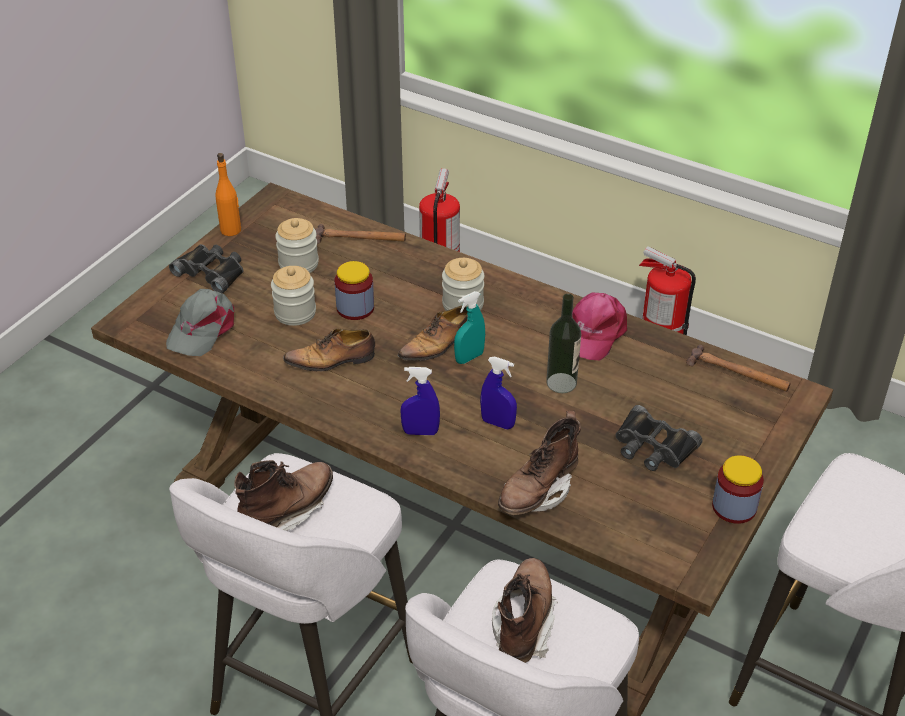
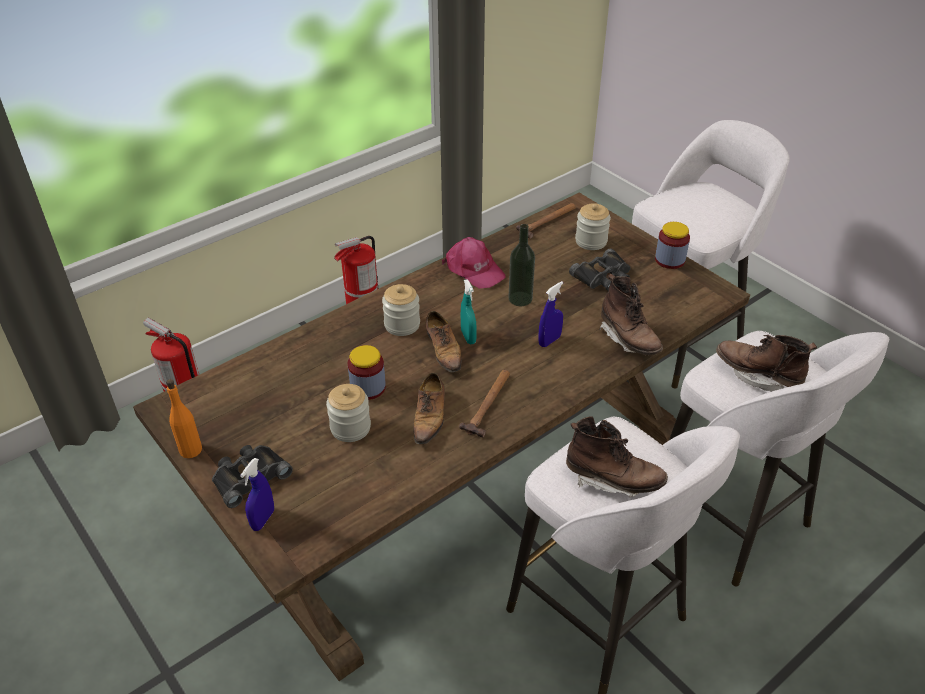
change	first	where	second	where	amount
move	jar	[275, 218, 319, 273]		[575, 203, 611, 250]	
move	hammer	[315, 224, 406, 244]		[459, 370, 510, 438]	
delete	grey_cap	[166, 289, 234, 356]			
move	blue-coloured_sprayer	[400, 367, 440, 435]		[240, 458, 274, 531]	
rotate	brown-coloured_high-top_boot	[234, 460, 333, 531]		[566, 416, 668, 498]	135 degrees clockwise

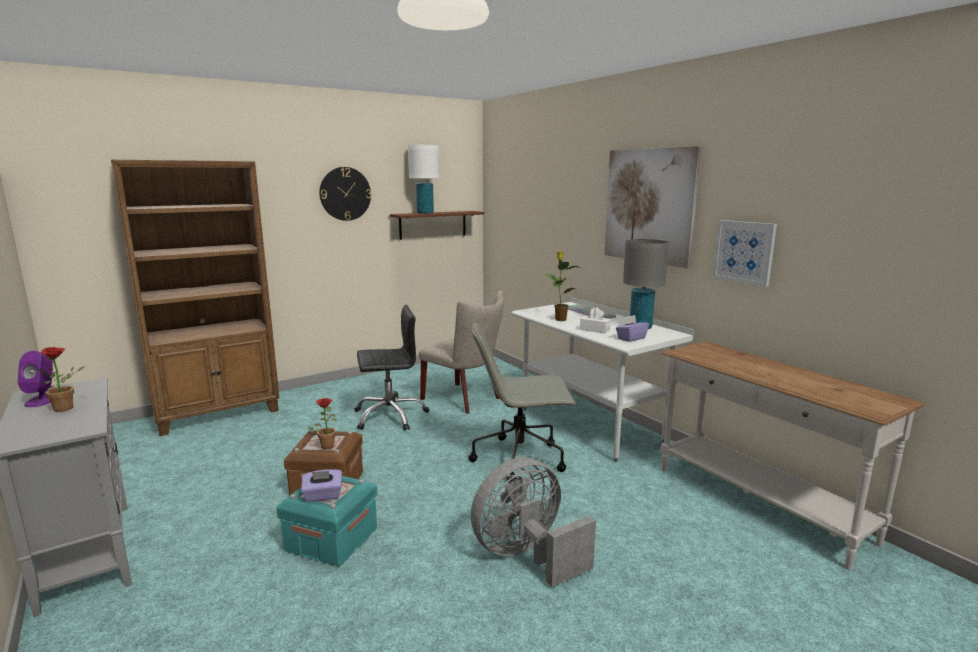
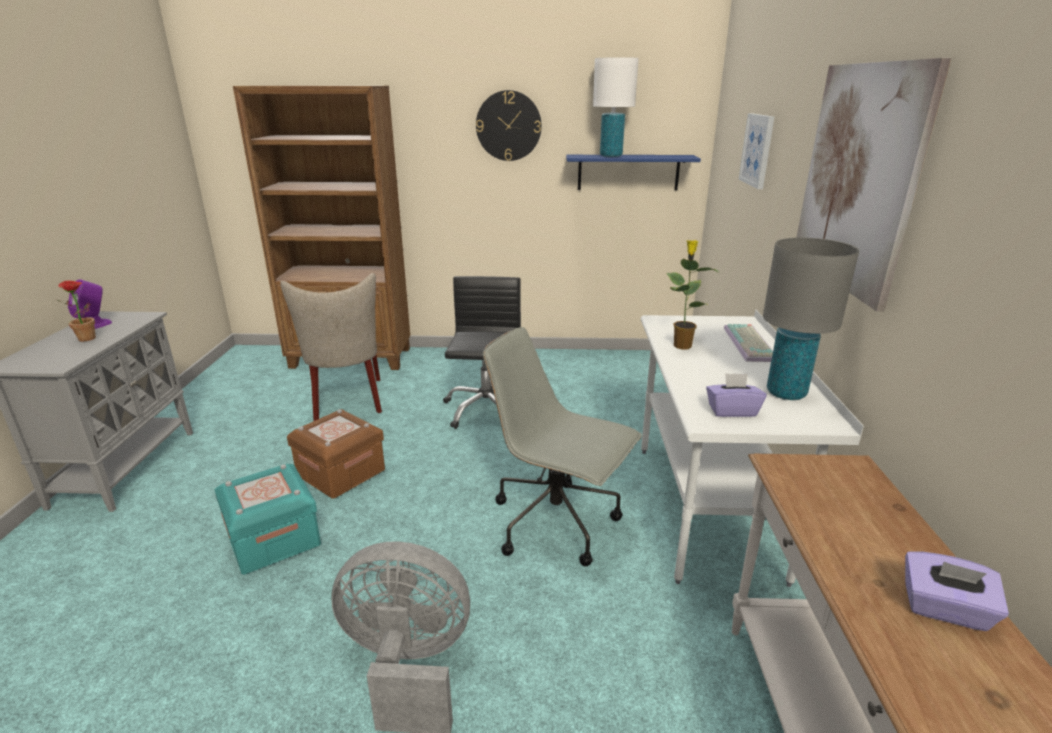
change	first	where	second	where	amount
recolor	brown-coloured_bracket_shelf	[390, 211, 484, 240]	blue-coloured_bracket_shelf	[566, 155, 701, 190]	
move	wall_art	[713, 220, 777, 287]		[739, 114, 774, 189]	
move	beige-coloured_plain_chair	[419, 290, 504, 414]		[280, 273, 382, 421]	
rotate	black-coloured_office_chair	[354, 305, 429, 430]		[443, 276, 521, 429]	105 degrees counterclockwise
delete	white_tissue_holder	[580, 307, 611, 333]			
delete	houseplant	[308, 398, 336, 449]			
move	purple_tissue_holder	[301, 469, 342, 502]		[905, 551, 1009, 631]	

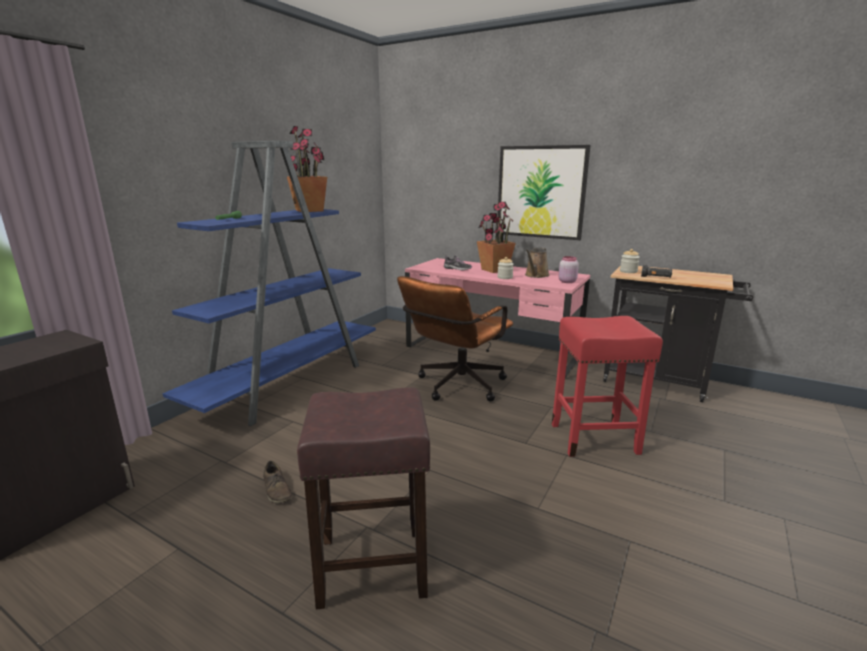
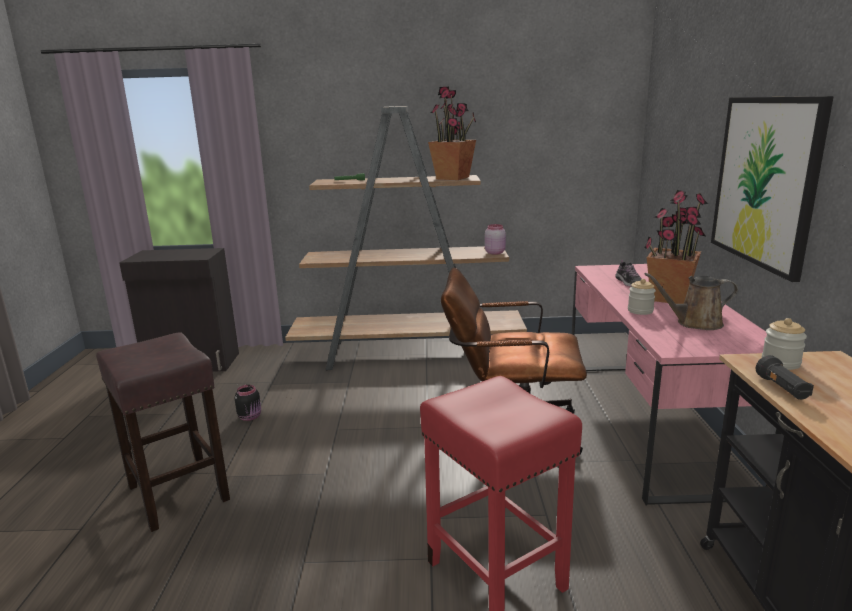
change	first	where	second	where	amount
recolor	blue-coloured_bookshelf	[163, 141, 376, 426]	brown-coloured_bookshelf	[285, 106, 527, 370]	
move	pink_jar	[558, 256, 579, 283]		[485, 224, 506, 255]	
replace	brown-coloured_item_of_footwear	[263, 461, 292, 503]	black-coloured_jar	[235, 385, 261, 421]	

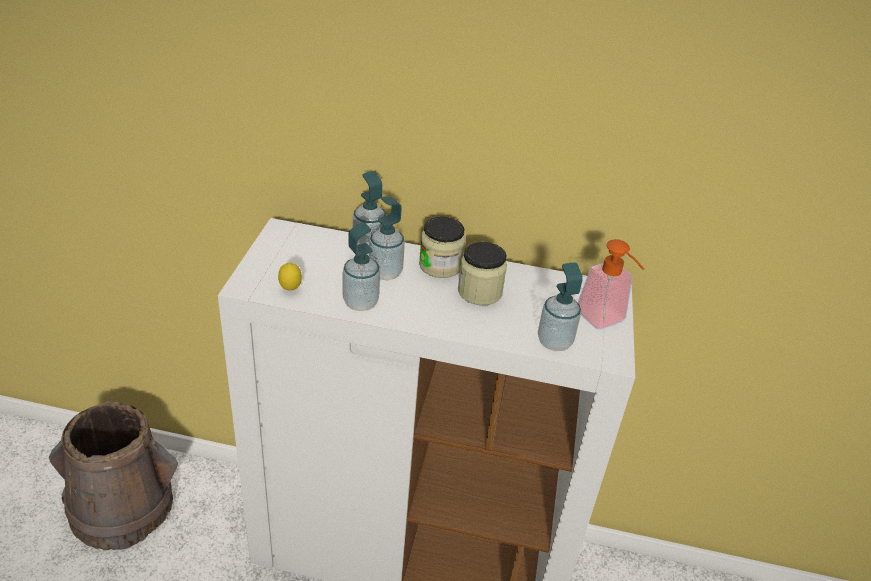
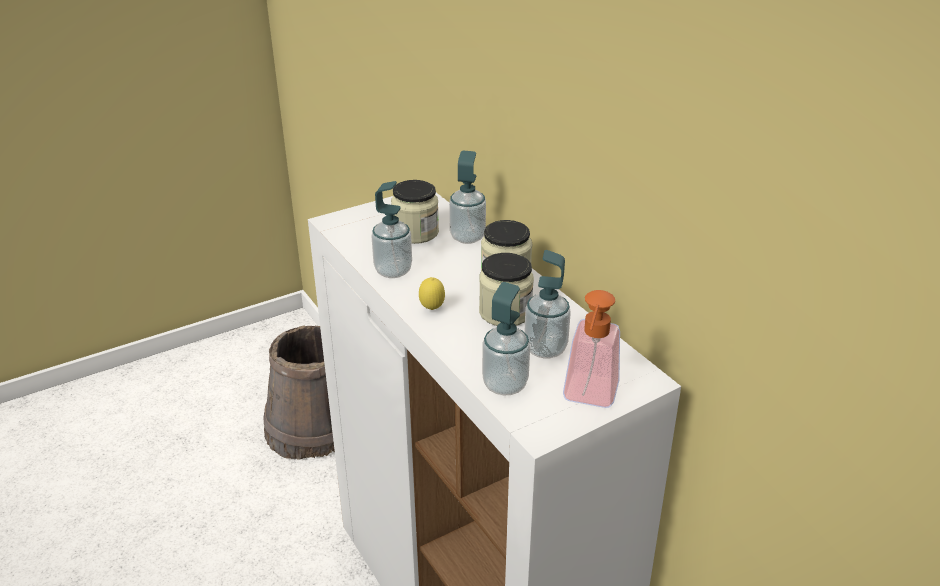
change	first	where	second	where	amount
move	liquid_soap_bottle	[369, 197, 405, 280]		[524, 250, 571, 358]	
move	citrus_fruit	[278, 263, 302, 291]		[419, 277, 445, 310]	
insert			jar	[391, 180, 439, 244]	

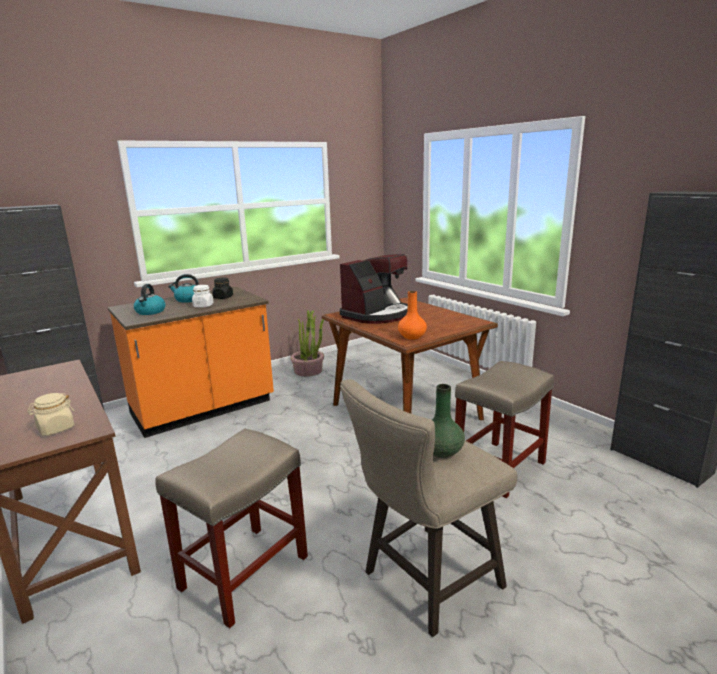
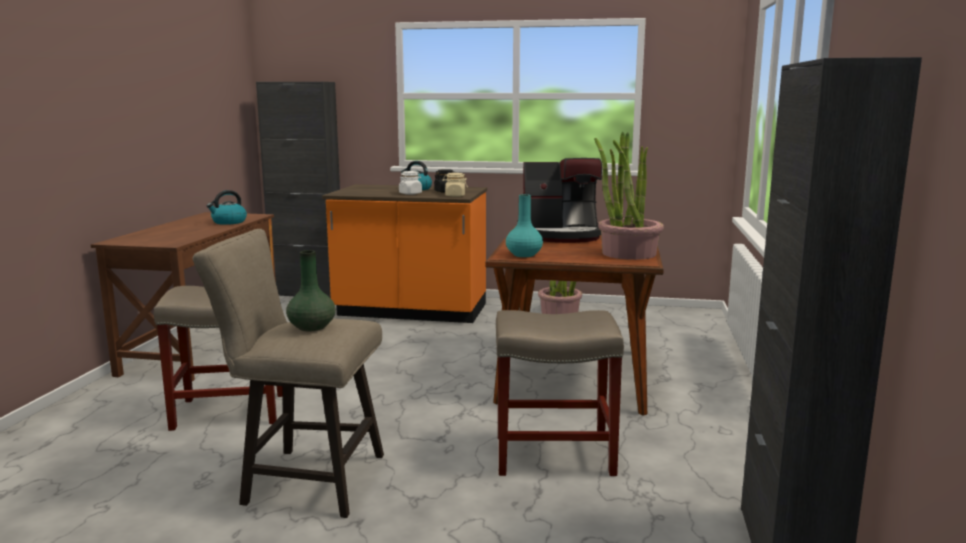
change	first	where	second	where	amount
move	water_kettle	[134, 284, 166, 315]		[207, 190, 247, 225]	
recolor	orange-coloured_decorative_vase	[398, 291, 427, 340]	turquoise-coloured_decorative_vase	[506, 194, 543, 257]	
move	beige-coloured_jar	[27, 393, 75, 436]		[442, 173, 468, 197]	
insert			houseplant	[594, 132, 664, 260]	

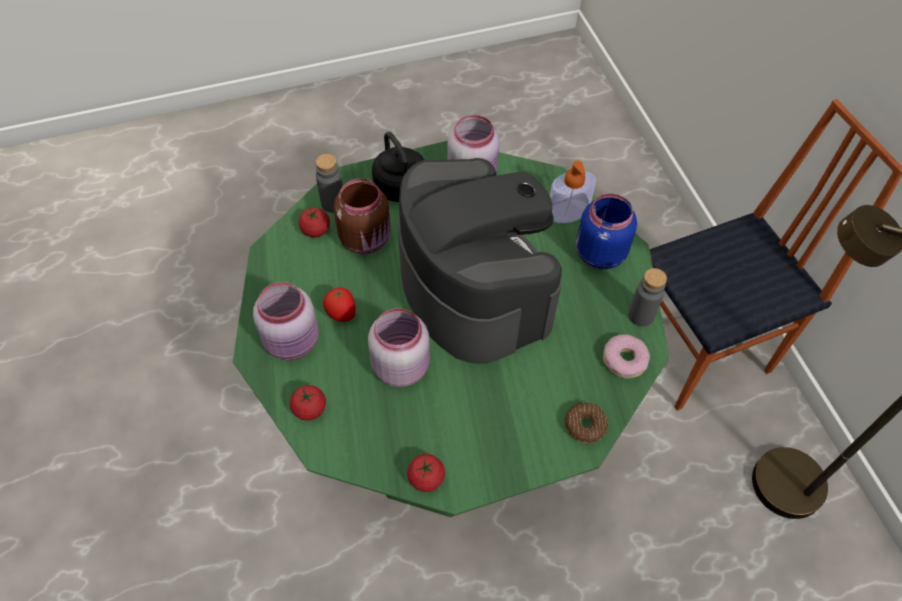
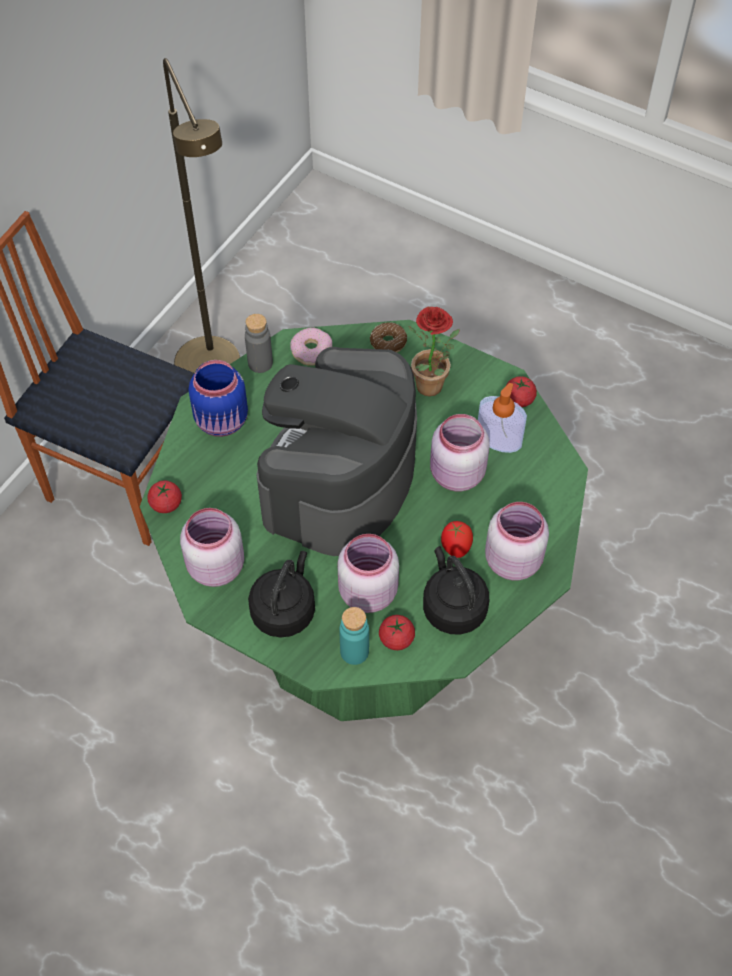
change	first	where	second	where	amount
recolor	grey_drink_bottle	[316, 154, 343, 213]	turquoise-coloured_drink_bottle	[339, 607, 369, 665]	
move	liquid_soap_bottle	[550, 160, 596, 223]		[478, 383, 527, 453]	
recolor	brown-coloured_jar	[334, 178, 391, 254]	pink_jar	[337, 534, 399, 613]	
move	whole_tomato	[290, 385, 326, 421]		[147, 481, 182, 513]	
insert			houseplant	[408, 306, 460, 396]	
insert			black-coloured_water_kettle	[423, 546, 489, 634]	

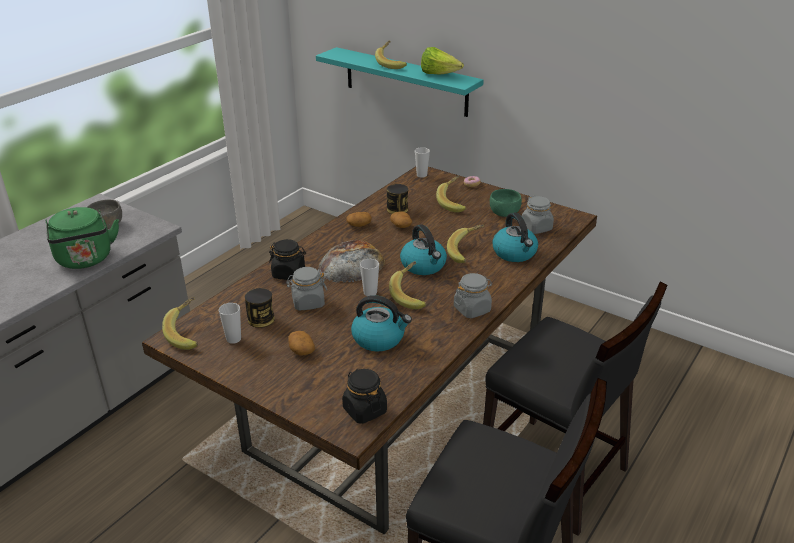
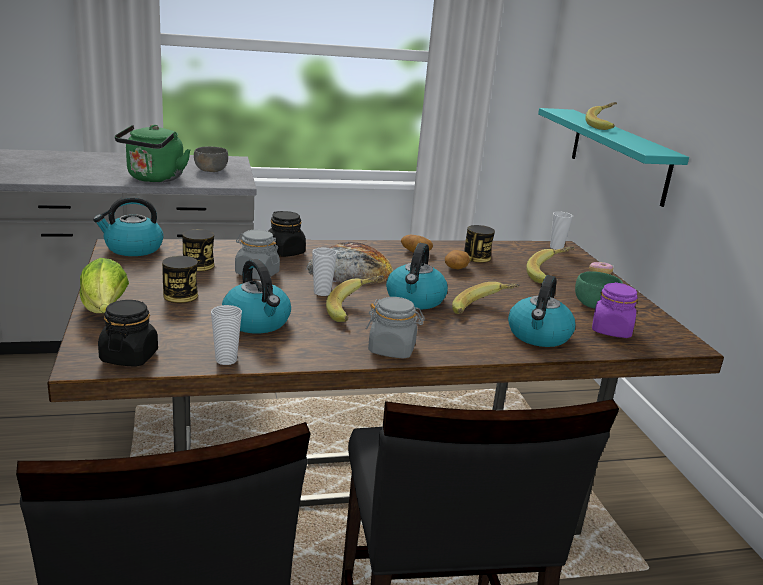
change	first	where	second	where	amount
move	lettuce_head	[421, 47, 464, 75]		[79, 258, 129, 313]	
recolor	grey_jar	[522, 196, 554, 234]	purple_jar	[592, 282, 638, 338]	
replace	banana_fruit	[162, 297, 198, 350]	water_kettle	[93, 196, 163, 256]	
move	cup	[219, 303, 241, 344]		[211, 305, 242, 365]	
replace	whole_potato	[288, 331, 315, 356]	metal_can	[162, 256, 198, 303]	

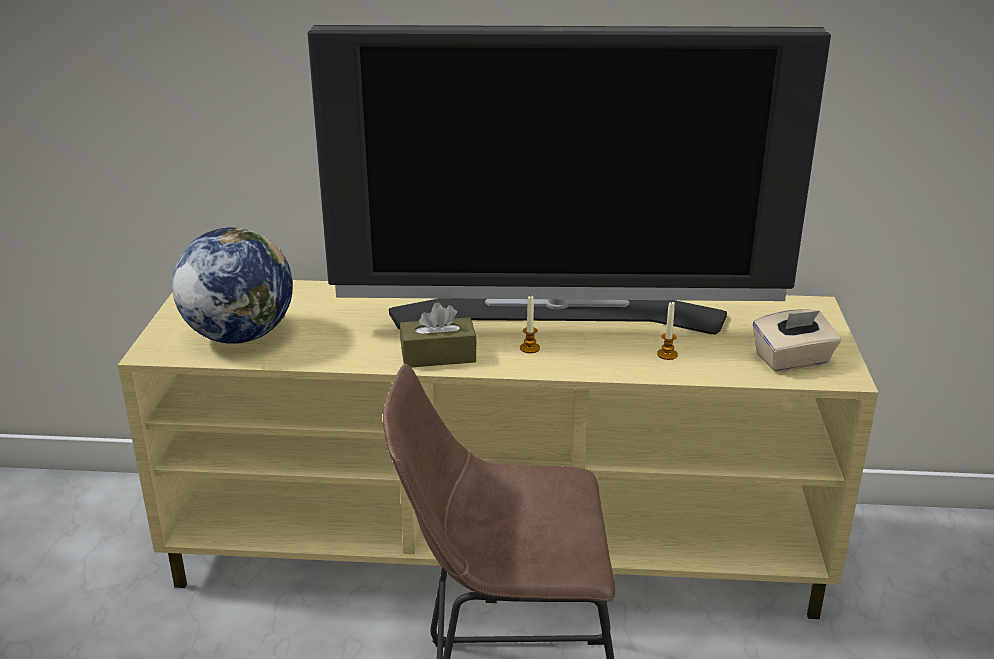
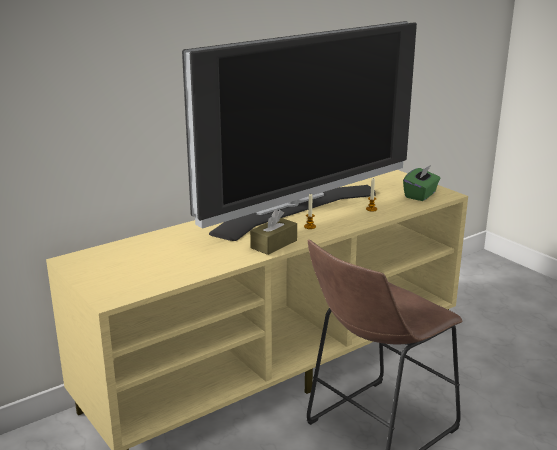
change	first	where	second	where	amount
delete	globe	[172, 227, 293, 344]			
recolor	beige-coloured_tissue_holder	[753, 309, 841, 372]	green-coloured_tissue_holder	[403, 165, 441, 201]	

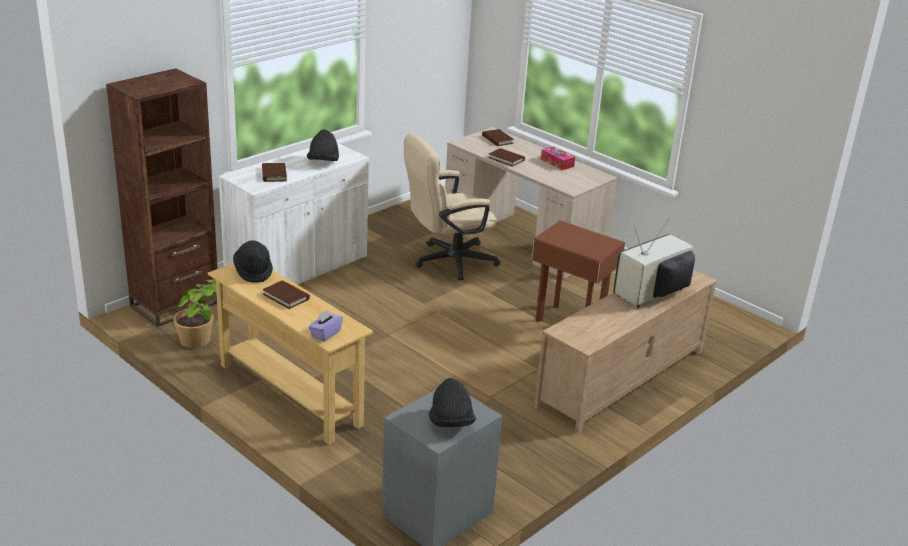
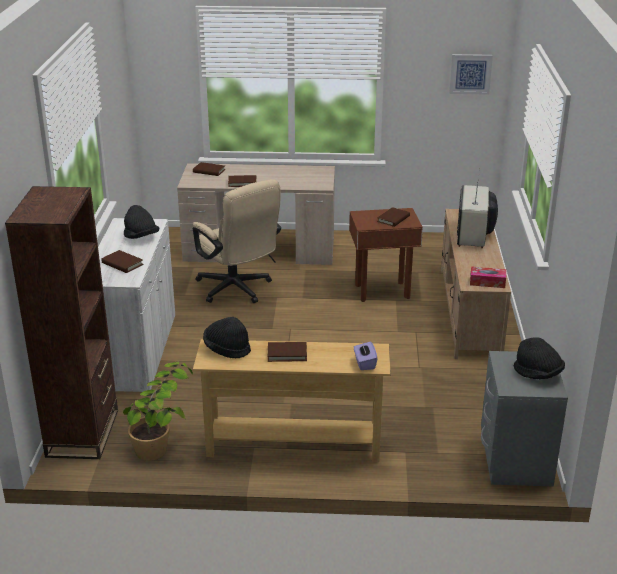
change	first	where	second	where	amount
rotate	beige-coloured_office_chair	[404, 133, 500, 280]		[193, 179, 281, 303]	60 degrees counterclockwise
move	tissue_holder	[541, 146, 575, 170]		[470, 266, 506, 288]	
insert			wall_art	[449, 54, 493, 95]	
insert			brown-coloured_bound_book	[377, 207, 410, 227]	

